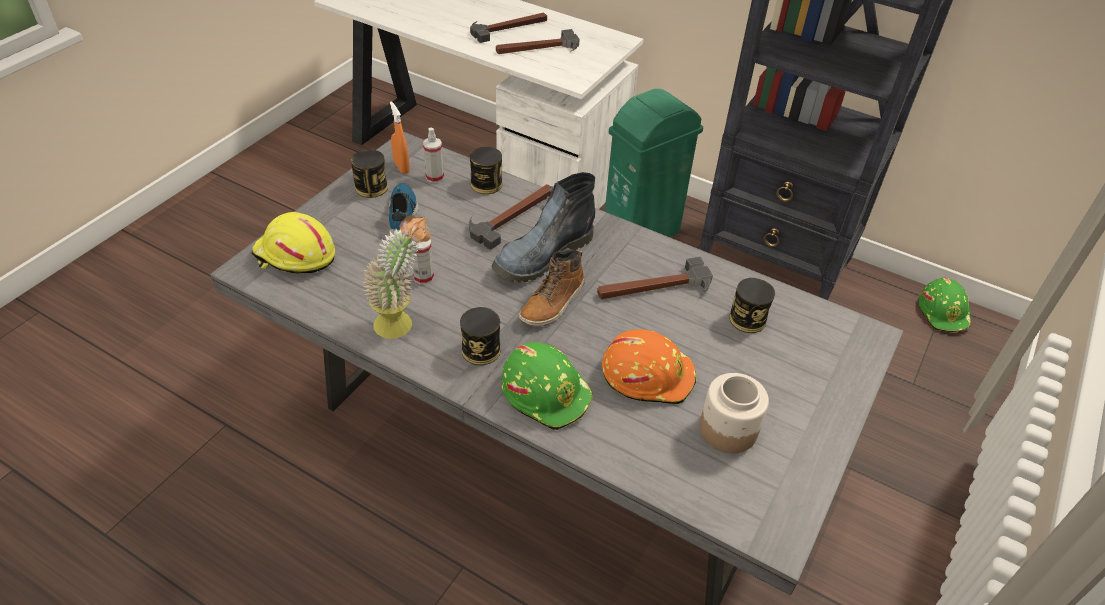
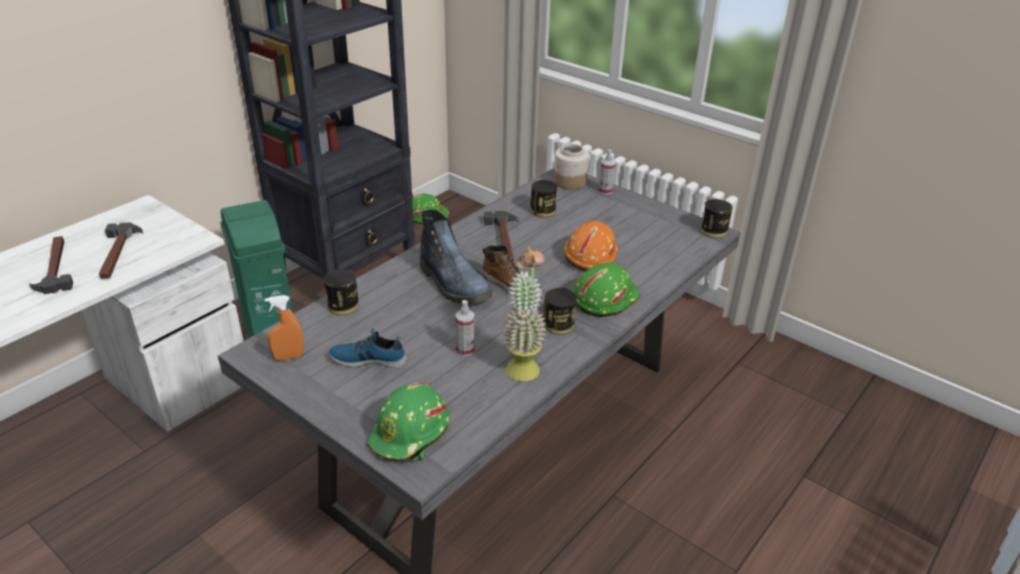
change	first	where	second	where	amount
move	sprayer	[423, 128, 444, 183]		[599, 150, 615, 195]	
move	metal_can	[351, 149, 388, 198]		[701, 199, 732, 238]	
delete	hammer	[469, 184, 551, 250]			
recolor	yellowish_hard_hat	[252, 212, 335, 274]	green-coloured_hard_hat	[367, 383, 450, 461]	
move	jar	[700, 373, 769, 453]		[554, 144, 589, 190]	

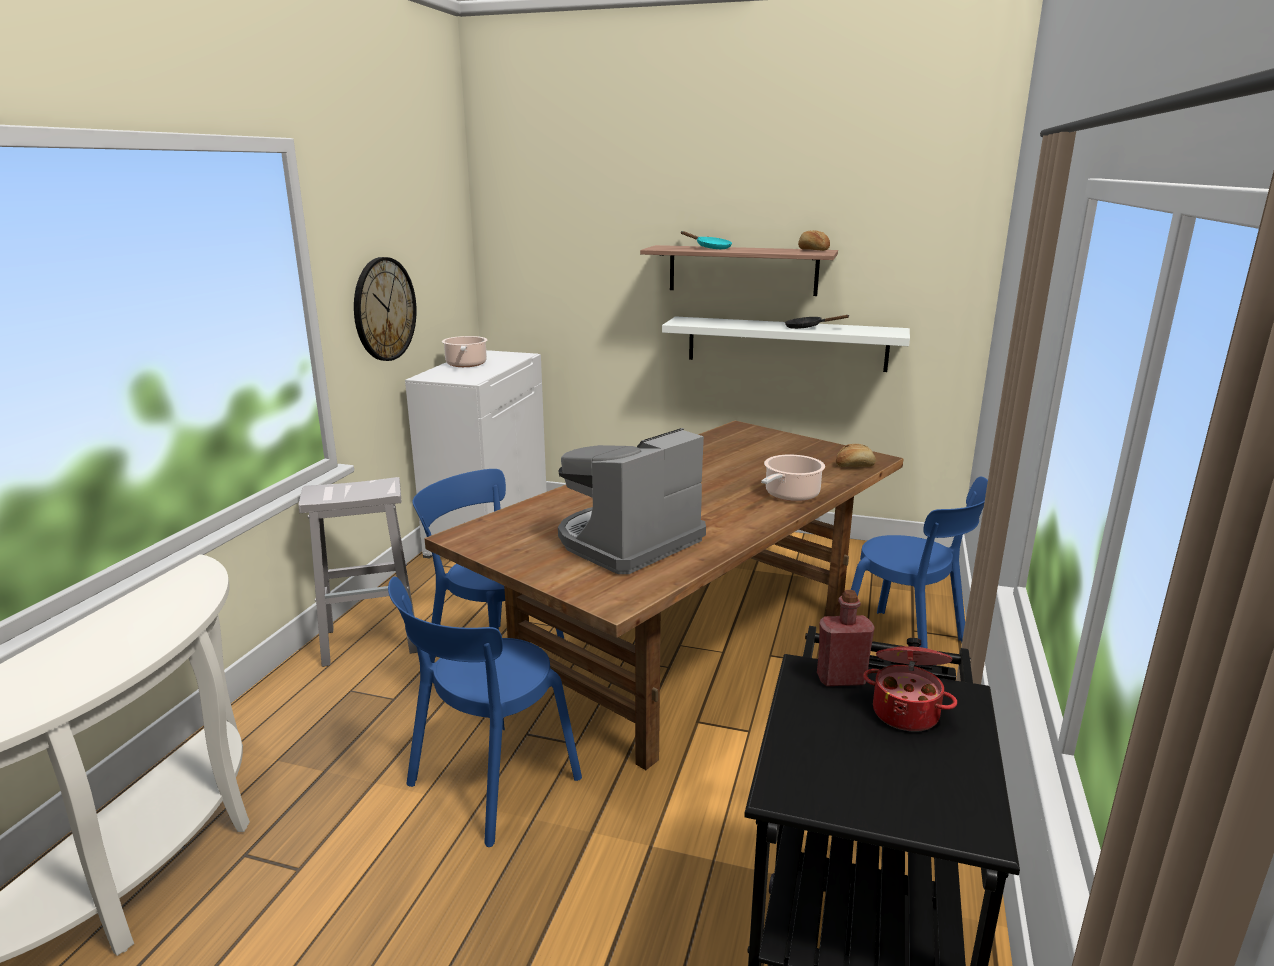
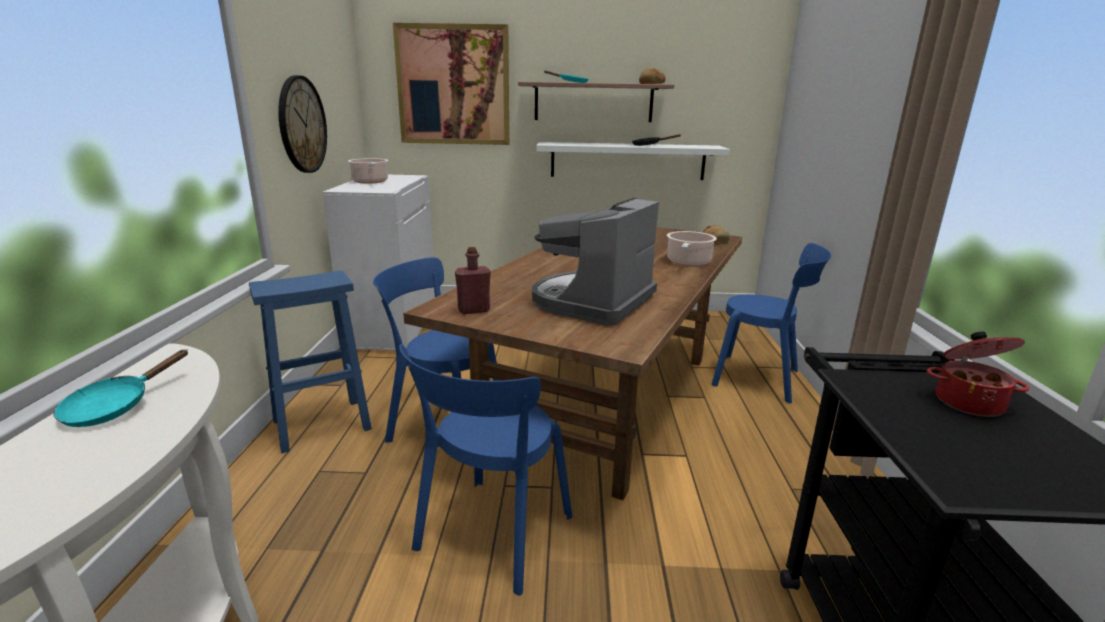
change	first	where	second	where	amount
recolor	white_sitting_stool	[298, 477, 417, 667]	blue-coloured_sitting_stool	[249, 270, 372, 453]	
move	red_drink_bottle	[817, 590, 874, 686]		[455, 247, 490, 314]	
insert			wall_art	[393, 23, 509, 145]	
insert			turquoise-coloured_skillet	[54, 349, 188, 427]	

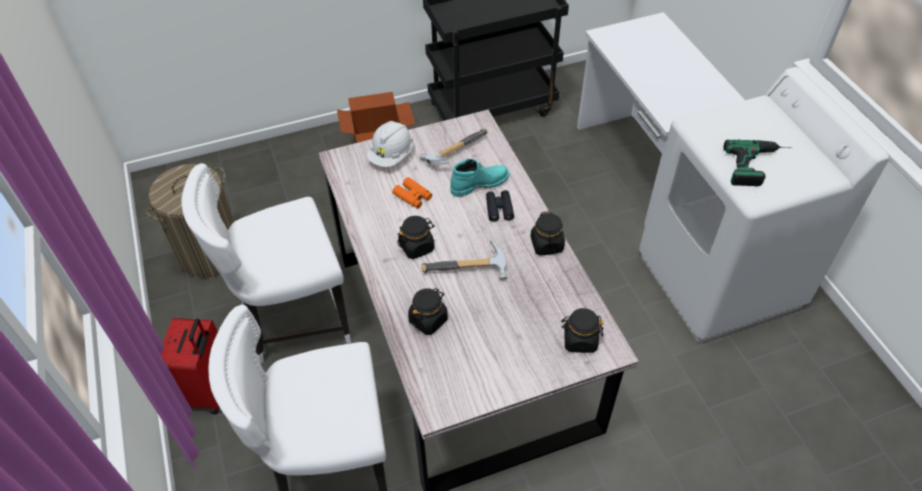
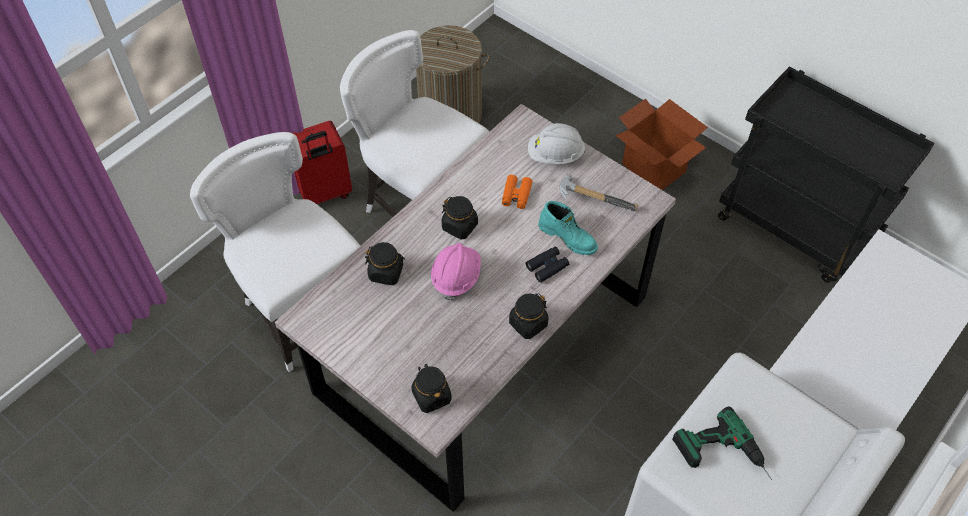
change	first	where	second	where	amount
replace	hammer	[421, 240, 507, 280]	pink_hard_hat	[431, 243, 481, 301]	

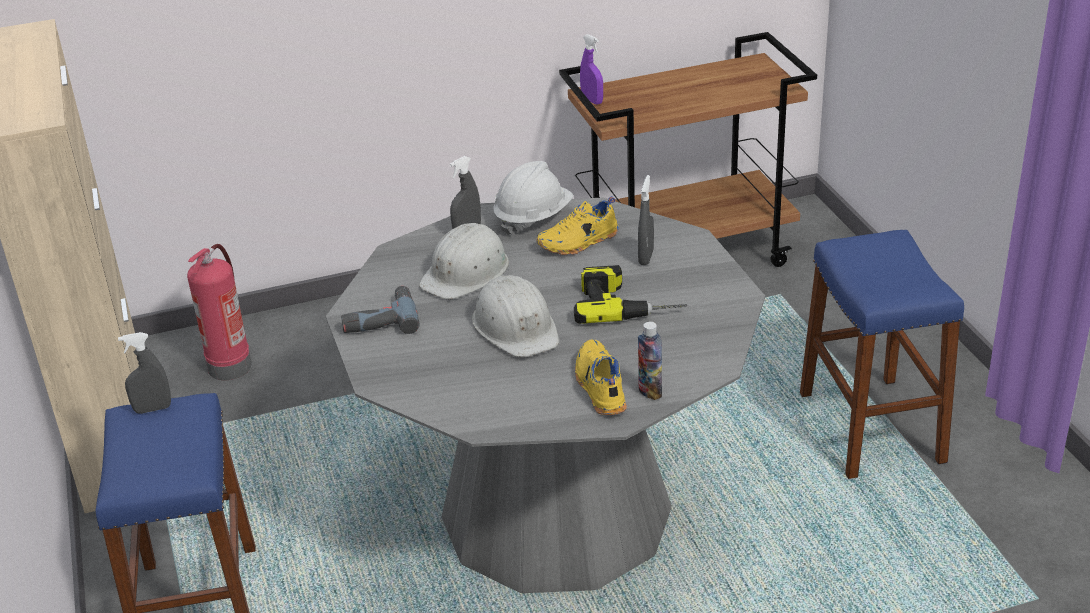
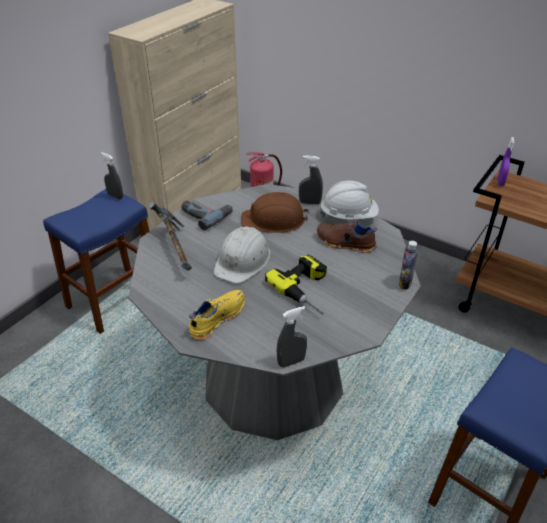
change	first	where	second	where	amount
move	grey_sprayer	[638, 175, 654, 265]		[277, 306, 307, 368]	
recolor	yellowish_item_of_footwear	[536, 196, 619, 255]	brown-coloured_item_of_footwear	[317, 220, 377, 253]	
recolor	white_hard_hat	[419, 223, 509, 300]	brown-coloured_hard_hat	[241, 192, 309, 233]	
move	drink_bottle	[638, 322, 662, 400]		[399, 241, 418, 290]	
insert			hammer	[149, 202, 192, 271]	

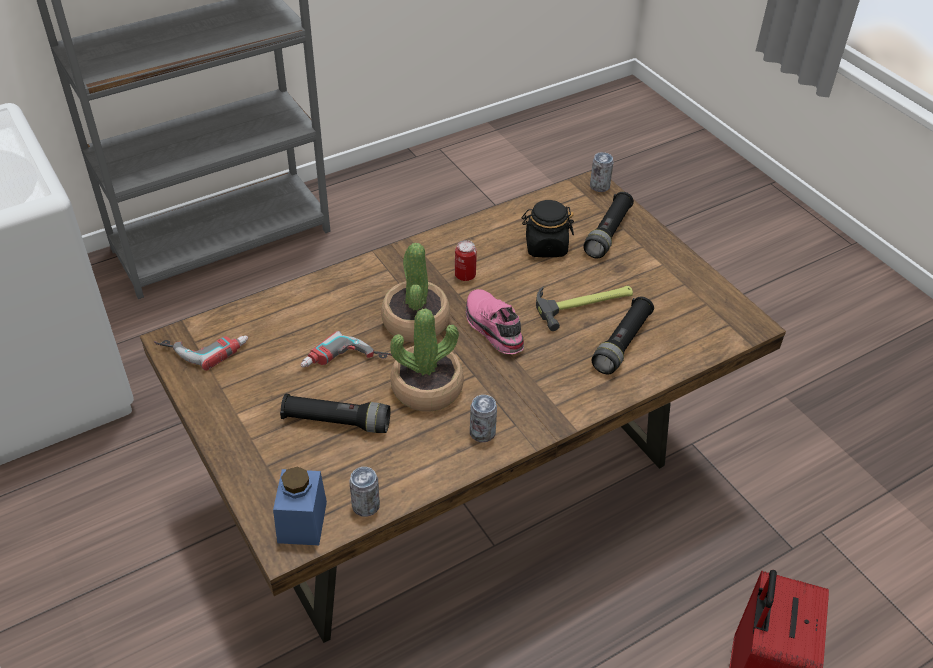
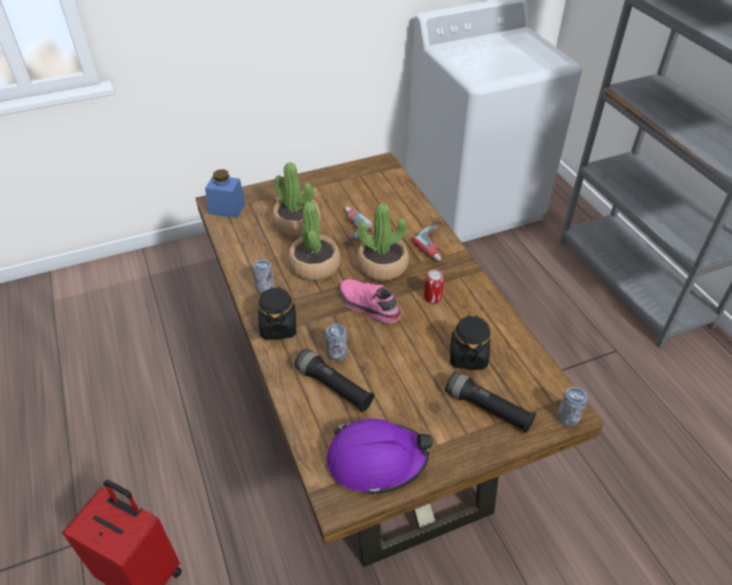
change	first	where	second	where	amount
delete	hammer	[536, 286, 633, 331]			
rotate	pink_item_of_footwear	[466, 289, 524, 354]		[340, 279, 401, 323]	120 degrees counterclockwise
move	electric_drill	[154, 336, 248, 371]		[412, 218, 441, 261]	
replace	black-coloured_torch	[280, 394, 391, 433]	houseplant	[272, 162, 321, 237]	
move	metal_can	[349, 467, 380, 517]		[326, 324, 347, 361]	
insert			black-coloured_jar	[258, 287, 296, 339]	
insert			purple_hard_hat	[326, 419, 433, 495]	

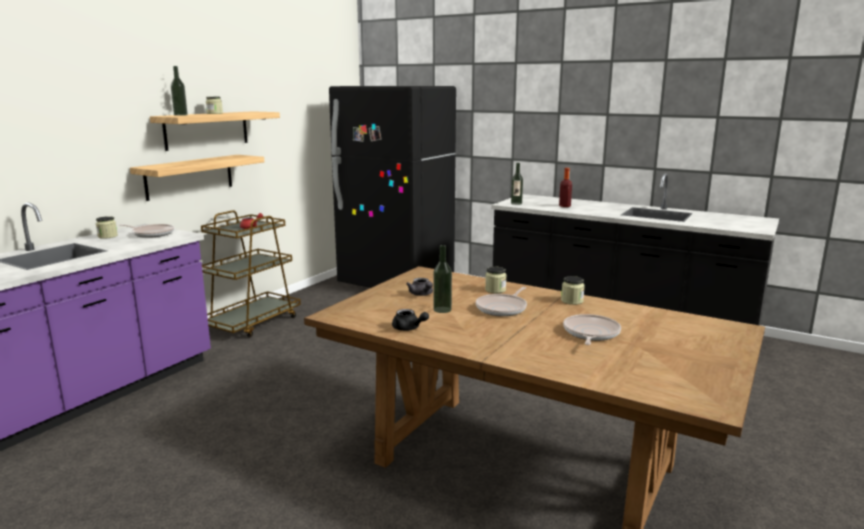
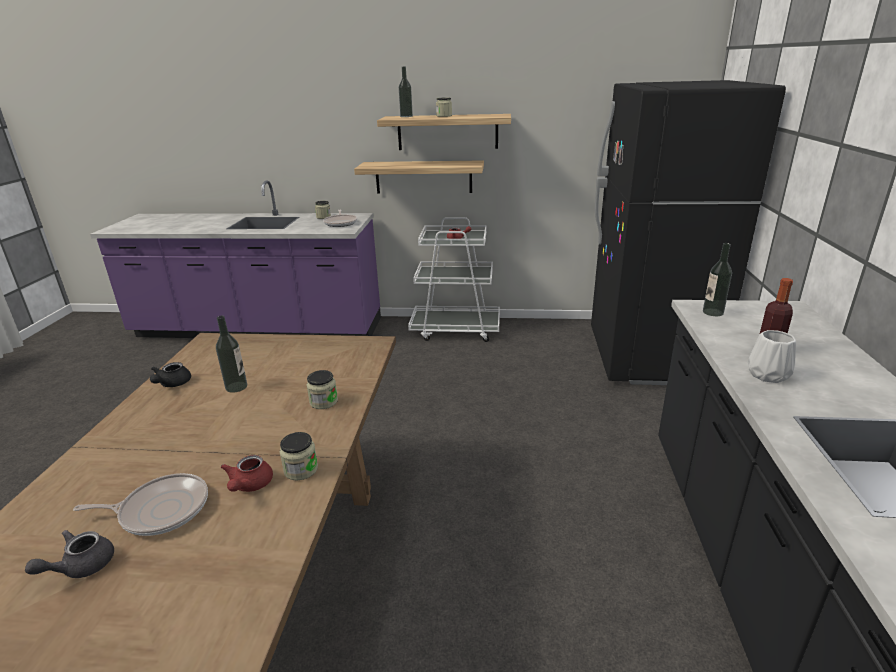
change	first	where	second	where	amount
recolor	brown-coloured_trolley	[201, 210, 301, 337]	white_trolley	[408, 217, 500, 342]	
move	grey_pot_for_tea	[406, 278, 433, 296]		[25, 530, 114, 578]	
delete	skillet	[476, 287, 527, 316]			
insert			white_decorative_vase	[748, 330, 796, 383]	
insert			red_pot_for_tea	[220, 455, 273, 492]	

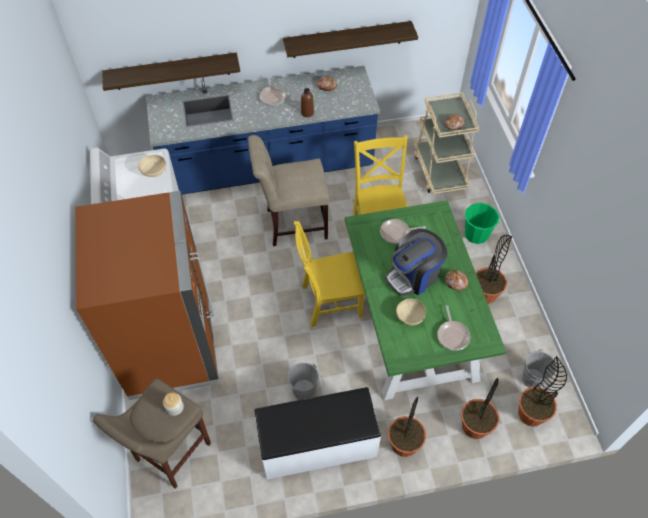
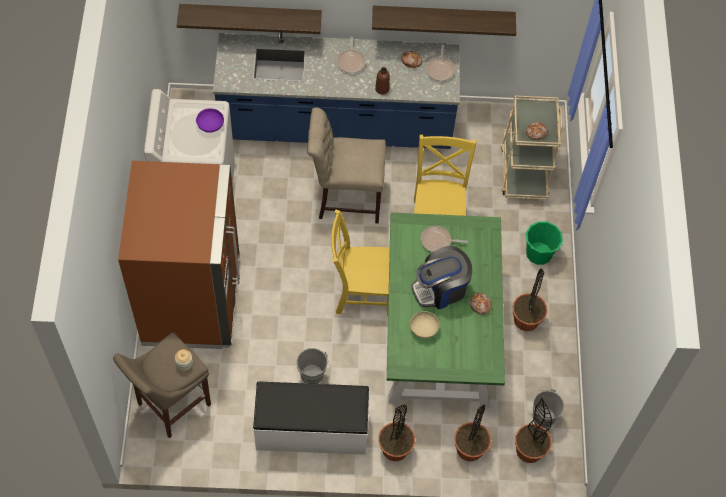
change	first	where	second	where	amount
recolor	beige-coloured_serving_bowl	[138, 155, 166, 177]	purple_serving_bowl	[196, 109, 224, 133]	
move	skillet	[437, 305, 470, 351]		[426, 45, 455, 81]	

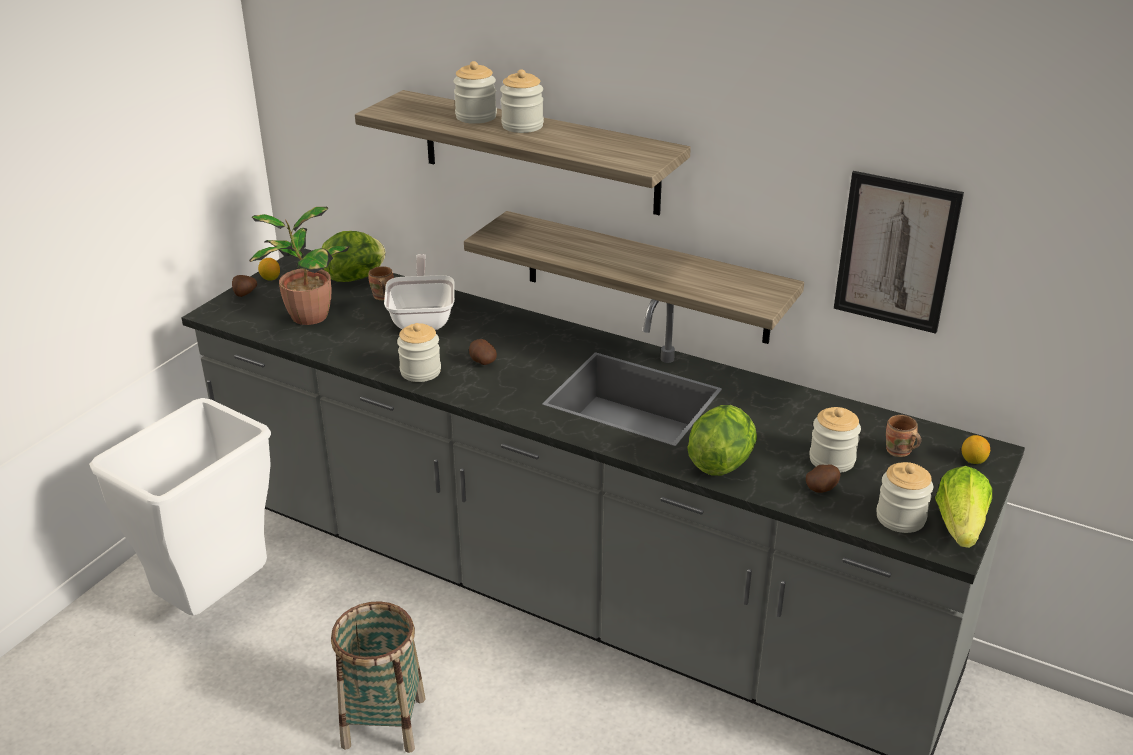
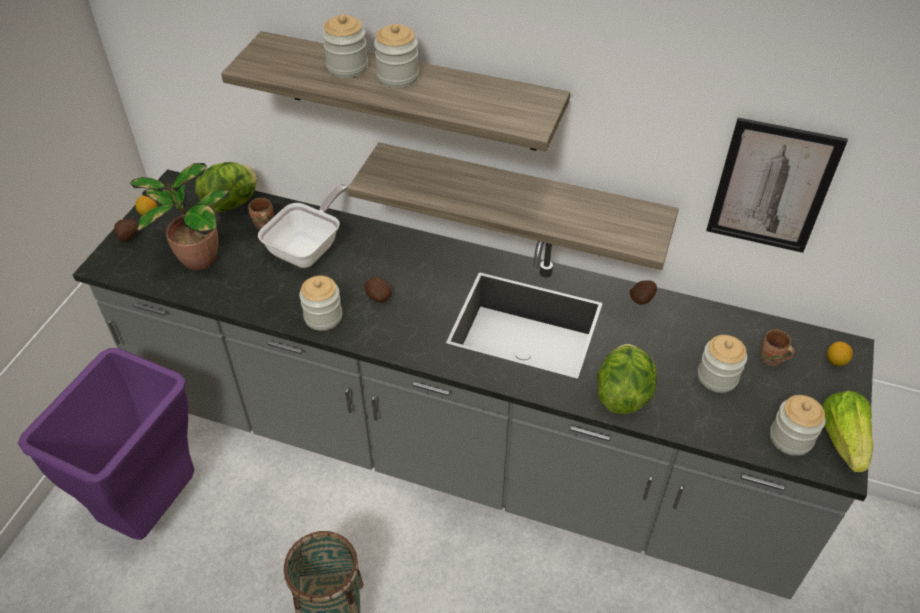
change	first	where	second	where	amount
rotate	skillet	[384, 254, 455, 330]		[258, 184, 349, 268]	45 degrees clockwise
recolor	white_trash_can	[89, 398, 271, 616]	purple_trash_can	[18, 348, 194, 540]	
move	whole_potato	[806, 465, 840, 493]		[630, 280, 657, 304]	

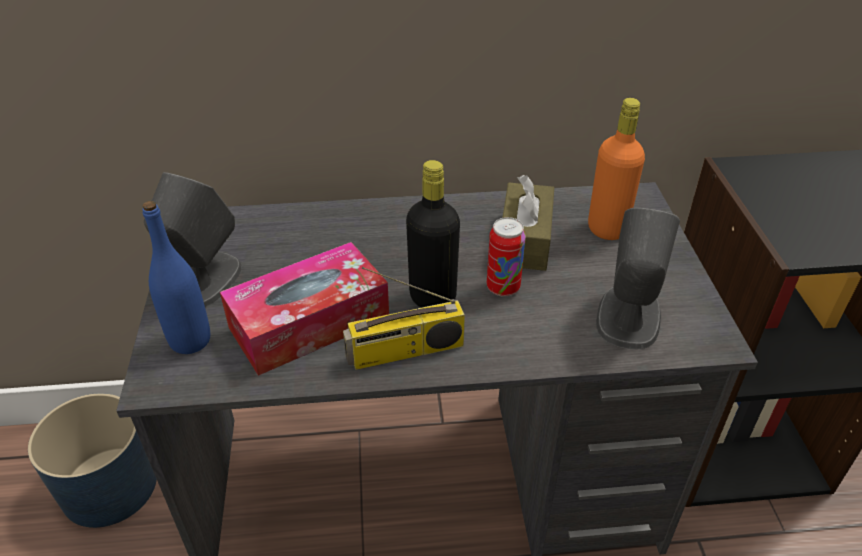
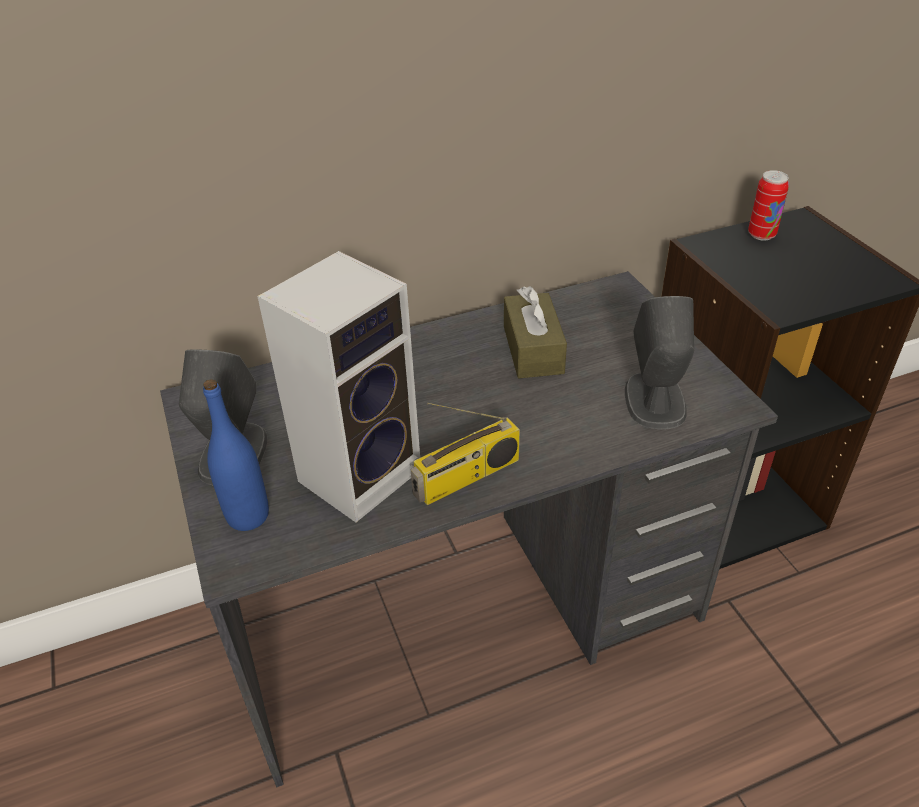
change	first	where	second	where	amount
delete	orange-coloured_drink_bottle	[588, 98, 645, 240]			
delete	black-coloured_drink_bottle	[406, 160, 460, 308]			
move	metal_can	[487, 217, 526, 297]		[748, 170, 789, 241]	
replace	tissue_holder	[220, 242, 389, 376]	speaker	[257, 251, 420, 523]	
delete	blue-coloured_planter	[28, 393, 157, 528]			

